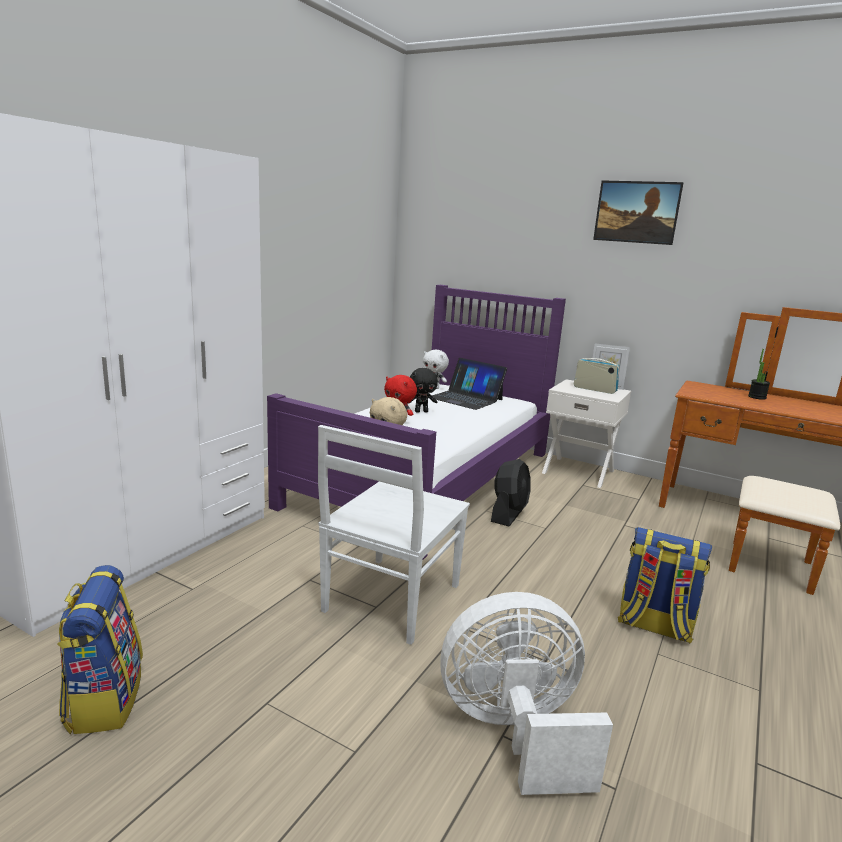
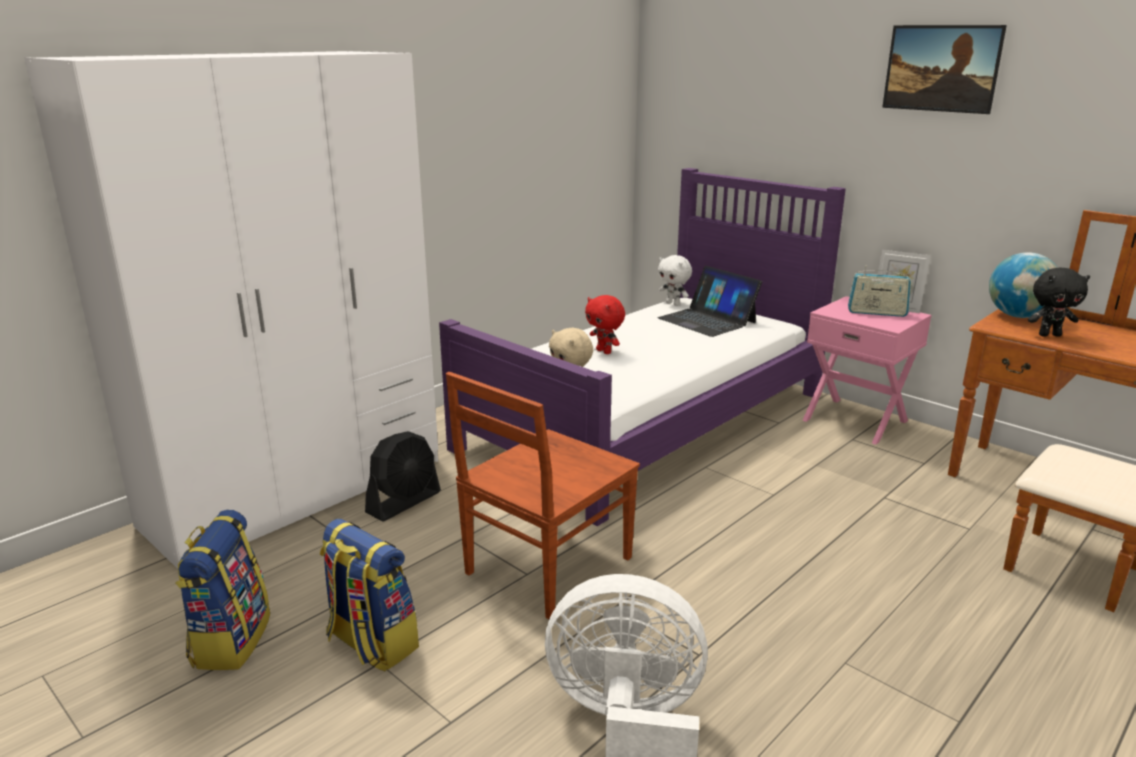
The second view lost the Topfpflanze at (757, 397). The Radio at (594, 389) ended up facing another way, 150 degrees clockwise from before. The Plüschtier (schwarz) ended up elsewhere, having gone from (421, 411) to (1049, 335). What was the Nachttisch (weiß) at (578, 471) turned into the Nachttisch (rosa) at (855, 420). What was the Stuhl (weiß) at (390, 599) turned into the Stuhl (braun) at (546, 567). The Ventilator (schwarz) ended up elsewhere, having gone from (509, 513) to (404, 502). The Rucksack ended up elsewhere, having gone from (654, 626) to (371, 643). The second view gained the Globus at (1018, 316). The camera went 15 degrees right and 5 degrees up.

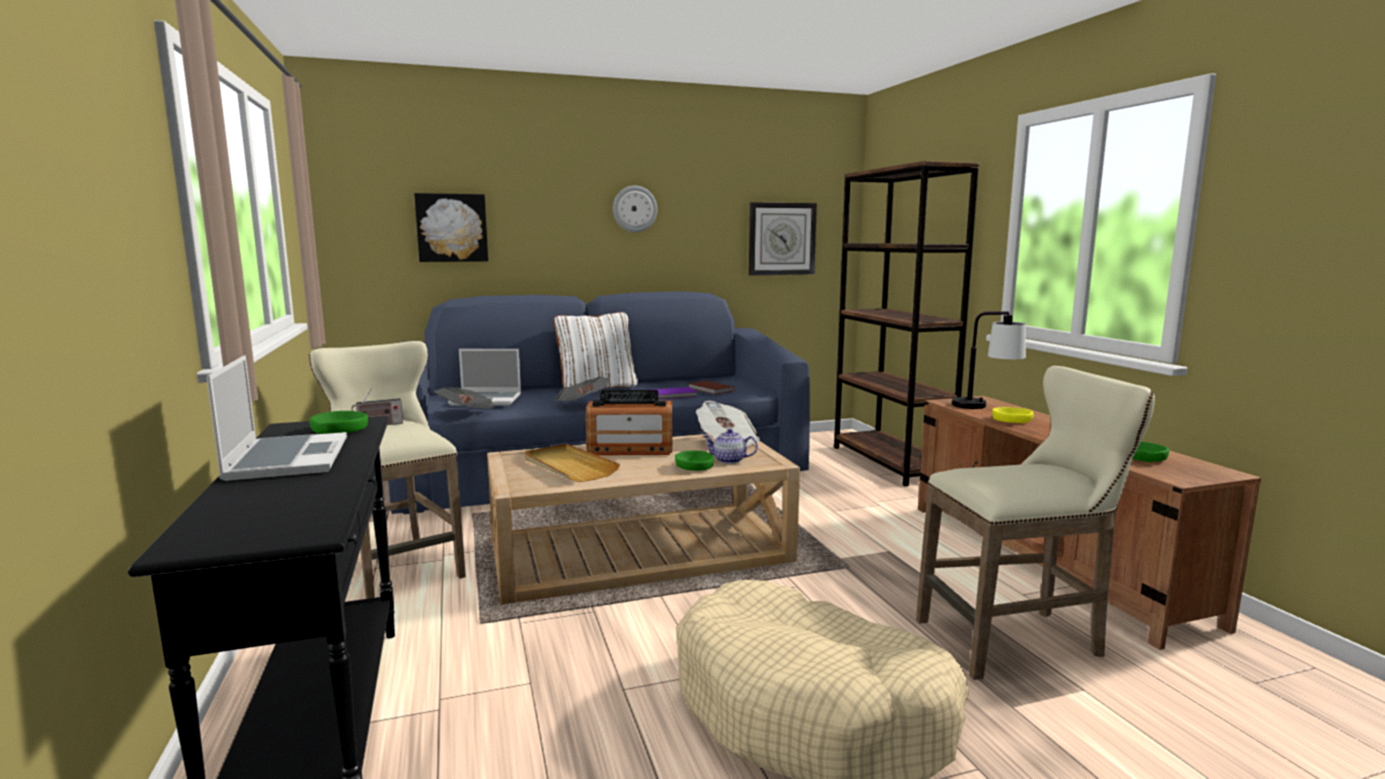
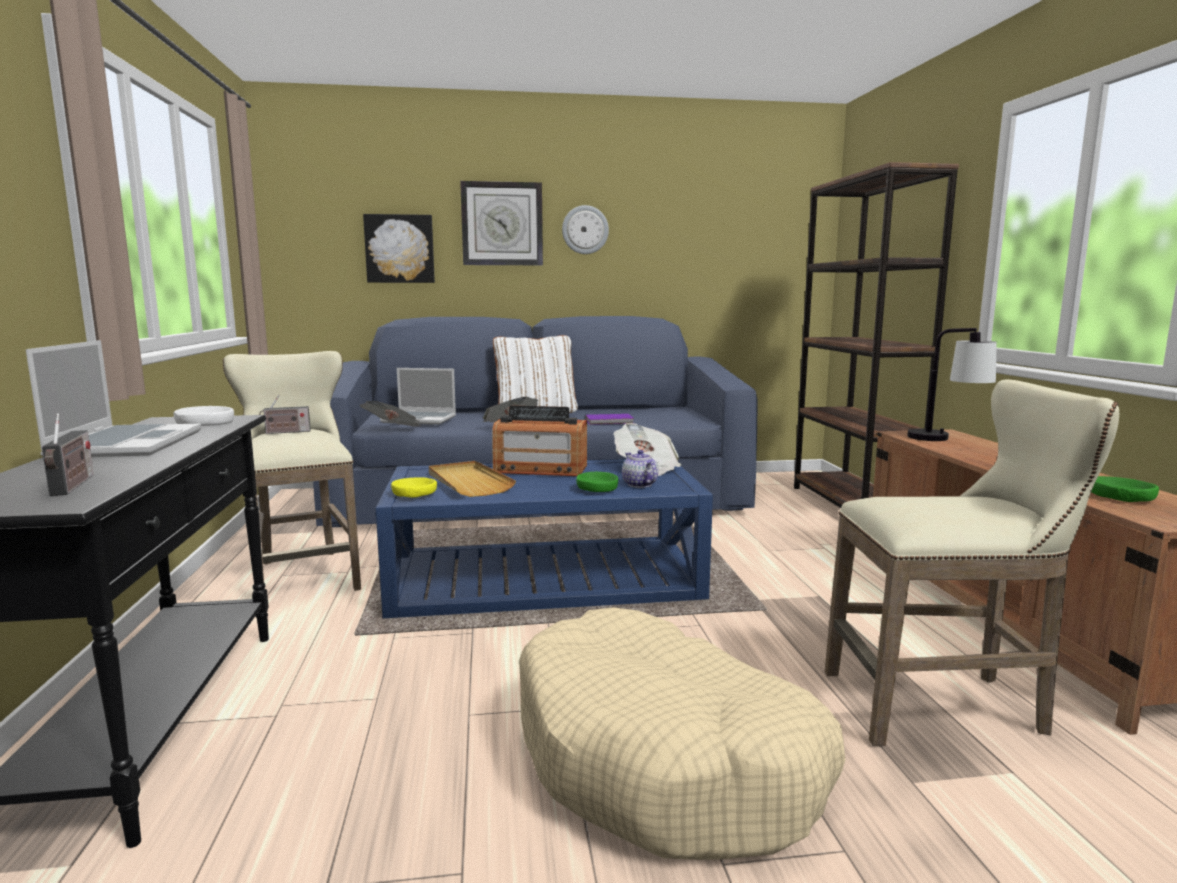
The Wanduhr ended up elsewhere, having gone from (781, 239) to (502, 224). The second view lost the Buch (braun) at (710, 389). The Schüssel (gelb) ended up elsewhere, having gone from (1011, 420) to (414, 493). What was the Schüssel (grün) at (340, 430) turned into the Schüssel (weiß) at (205, 424). The Teekanne at (730, 460) ended up facing another way, 45 degrees clockwise from before. What was the Couchtisch (beige) at (639, 551) turned into the Couchtisch (blau) at (544, 577). The second view gained the Radio at (73, 486). The camera went 10 degrees right and 0 degrees up.

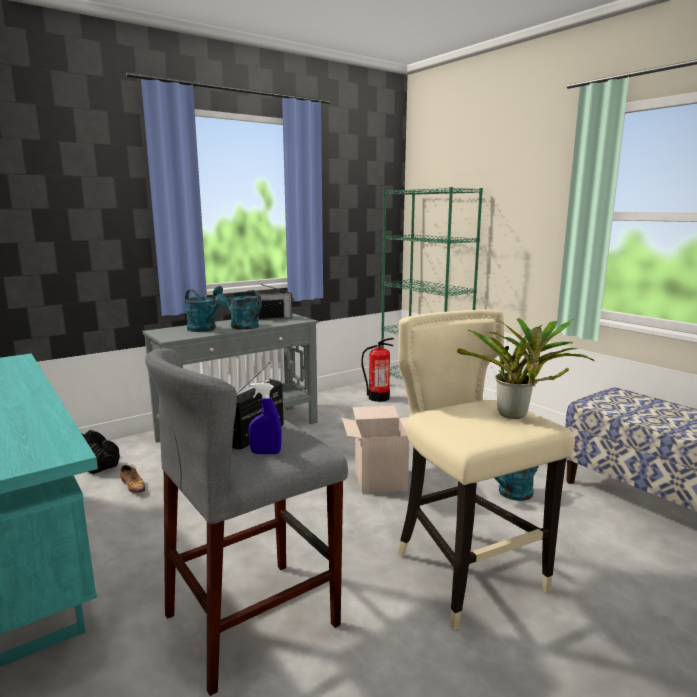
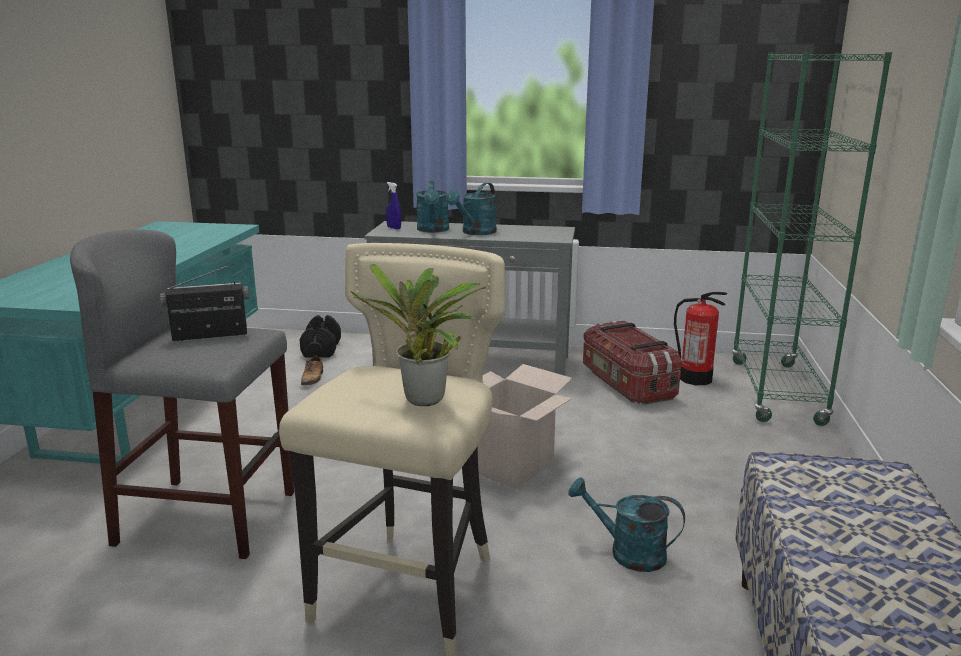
The second view lost the Radio at (274, 318). The Gießkanne (türkis) at (240, 325) ended up facing another way, 135 degrees counterclockwise from before. The Sprühflasche (blau) ended up elsewhere, having gone from (265, 453) to (394, 228). The second view gained the Aufbewahrungsbox at (626, 384). The camera went 45 degrees right and 5 degrees up.

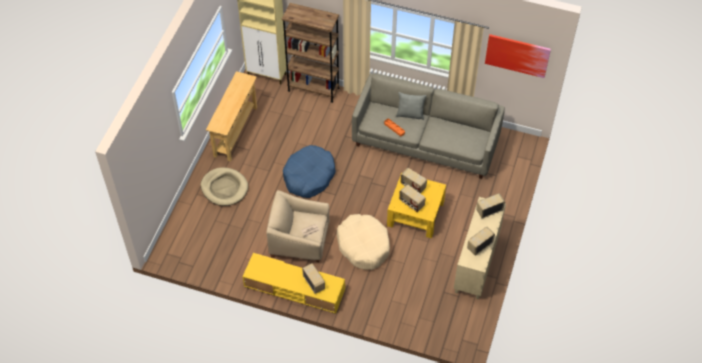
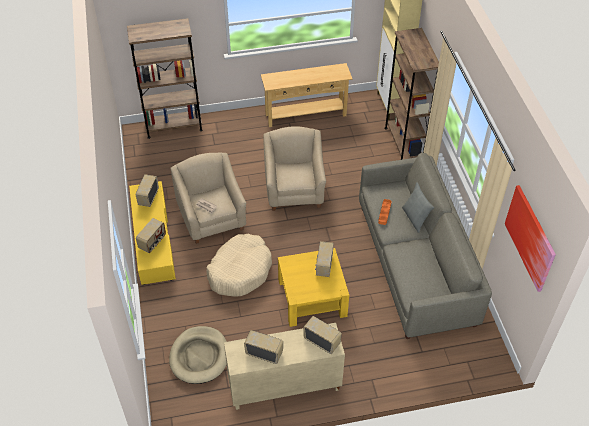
Where the Hundebett (blau) stood at (309, 176), the Sessel (beige) came to stand at (294, 189). The Hundebett (beige) ended up elsewhere, having gone from (224, 188) to (199, 356). The Radio ended up elsewhere, having gone from (411, 203) to (148, 197). The second view gained the Bücherregal (braun) at (174, 126). The camera went 60 degrees right and 5 degrees down.

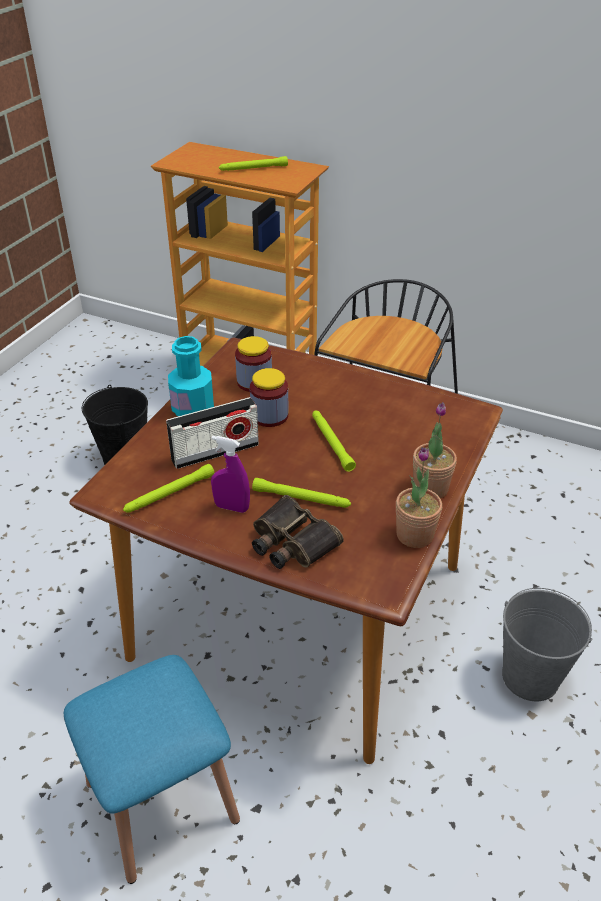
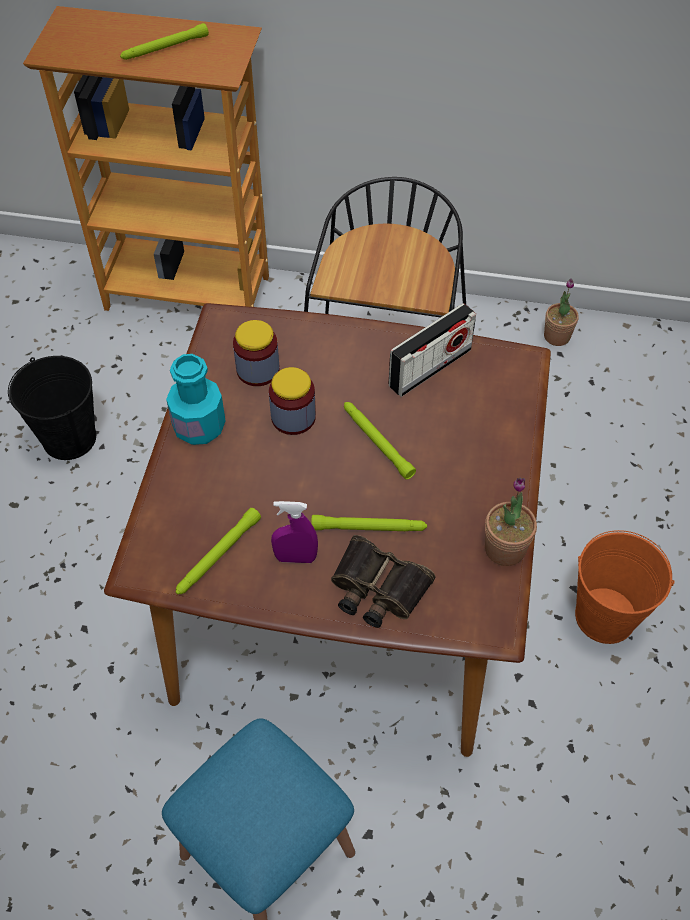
The Radio ended up elsewhere, having gone from (215, 452) to (430, 368). The Topfpflanze ended up elsewhere, having gone from (430, 488) to (557, 336). What was the Eimer (grau) at (530, 677) turned into the Eimer (orange) at (605, 617). The camera went 15 degrees left and 15 degrees up.

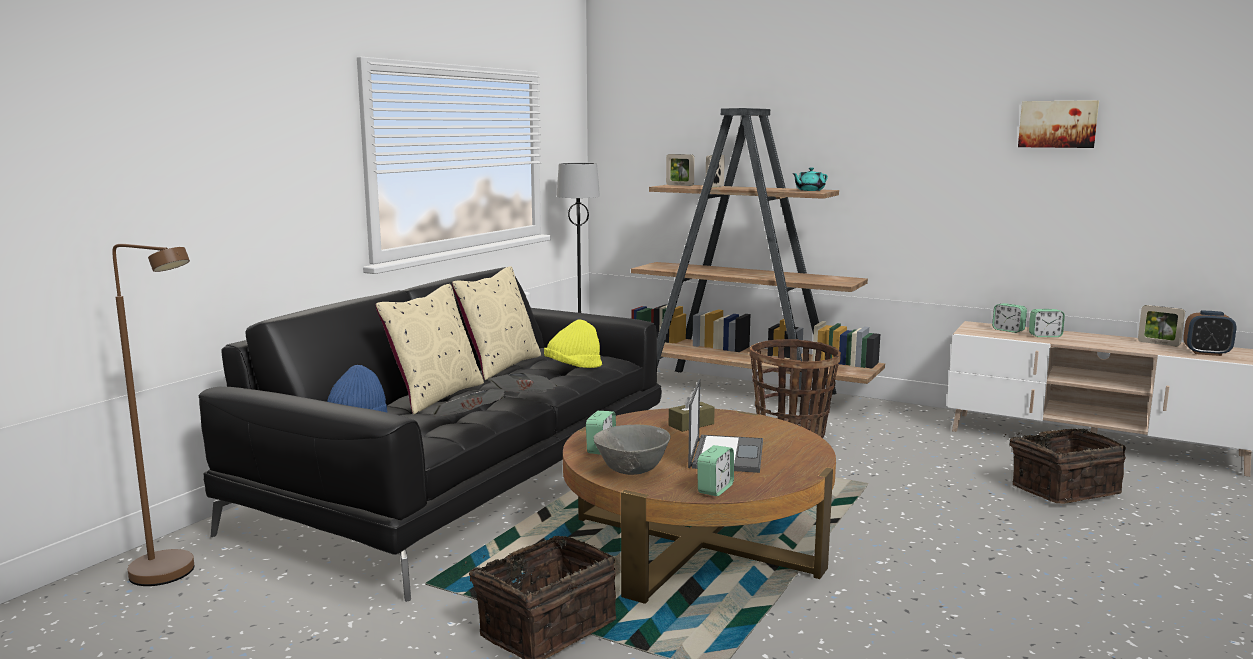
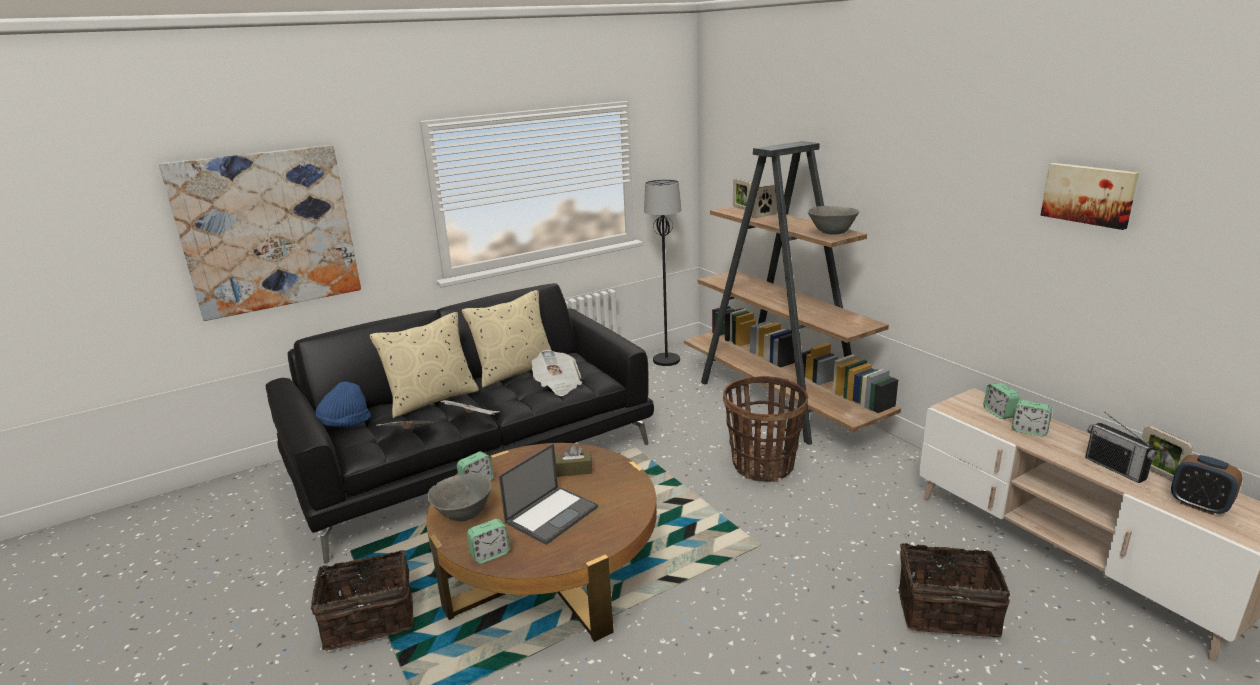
Where the Teekanne (türkis) stood at (809, 190), the Schüssel (grau) came to stand at (831, 233). The second view lost the Stehlampe (braun) at (173, 576). Where the Hut (gelb) stood at (573, 368), the Zeitung came to stand at (557, 385). The second view gained the Bild at (268, 231). The second view gained the Radio at (1115, 468). The camera went 30 degrees right and 10 degrees up.

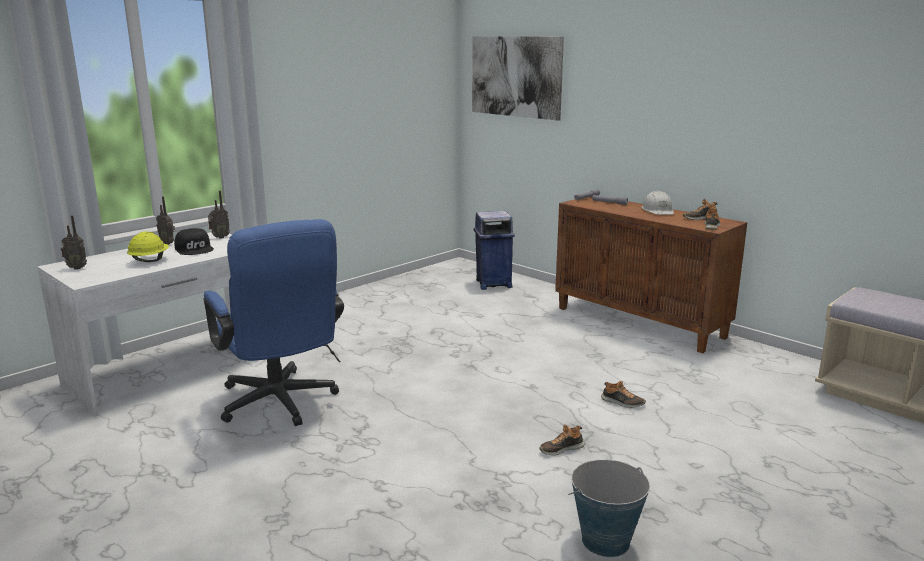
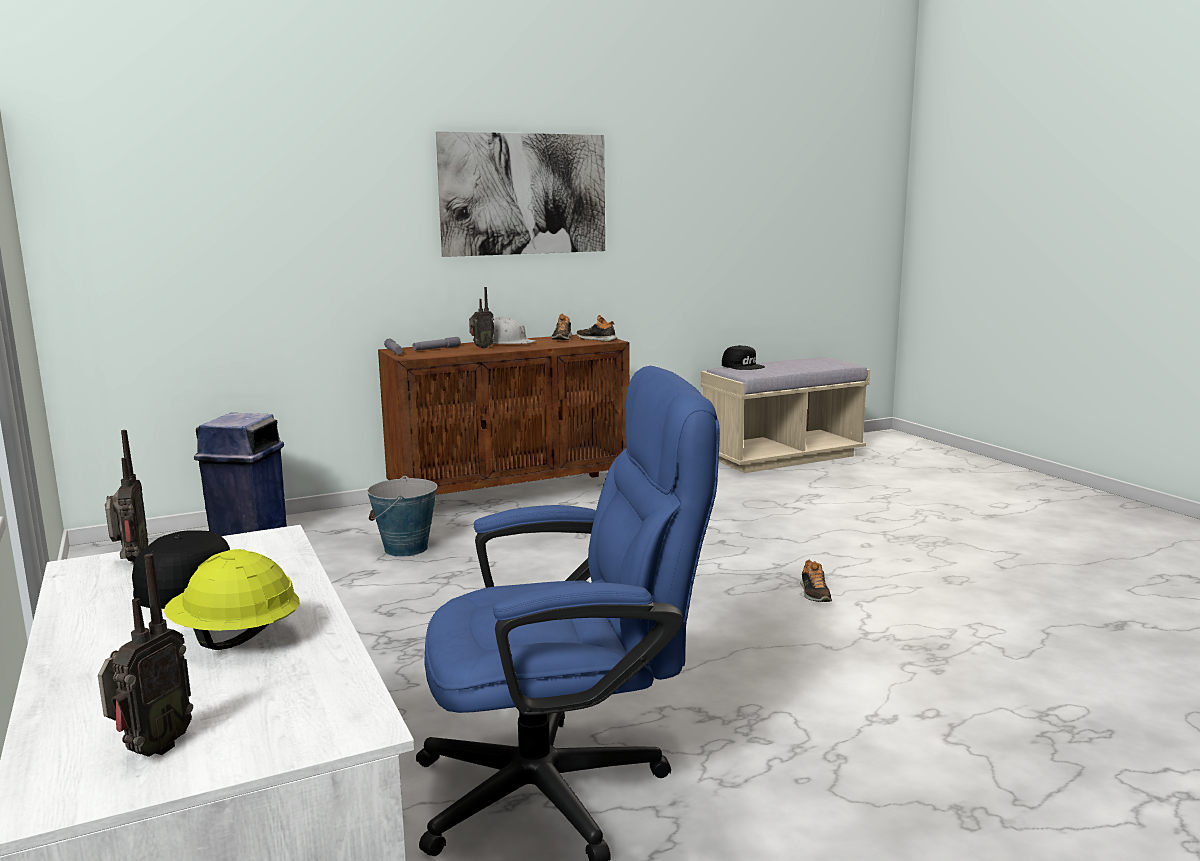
The Bild ended up elsewhere, having gone from (515, 76) to (524, 194). The Radio ended up elsewhere, having gone from (168, 243) to (481, 347). The second view lost the Schuh at (622, 402). The Eimer ended up elsewhere, having gone from (605, 541) to (406, 549). The second view gained the Kappe (schwarz) at (743, 366). The camera went 70 degrees left and 5 degrees down.

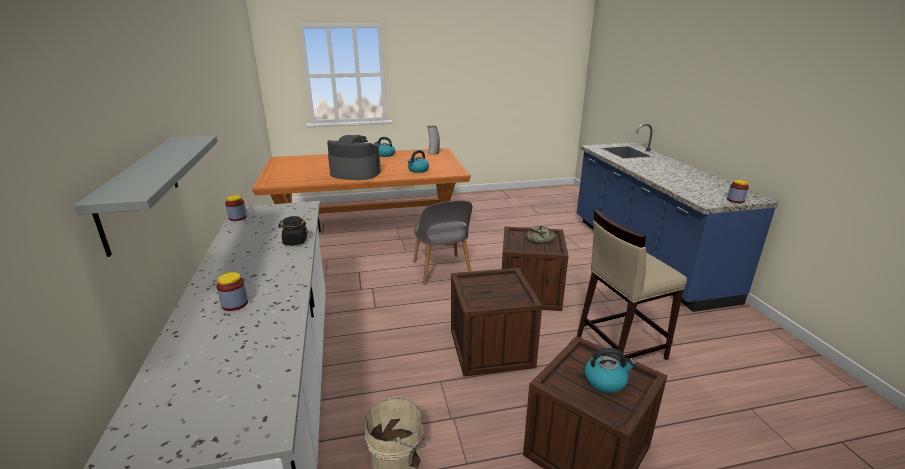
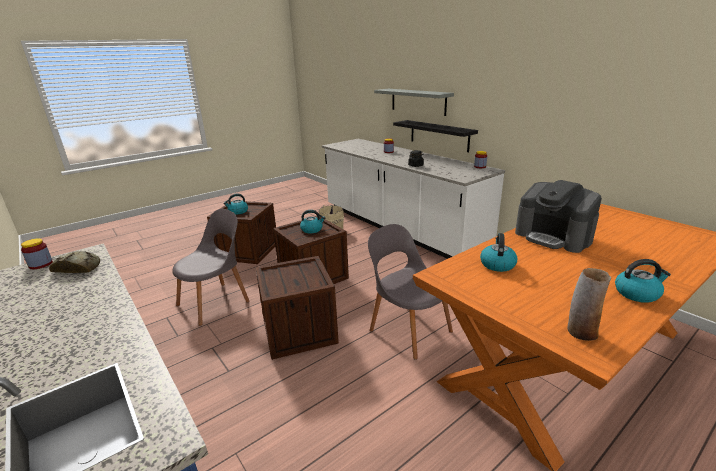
The Kaffeemaschine at (355, 173) ended up facing another way, 60 degrees clockwise from before. Where the Hocker (beige) stood at (619, 347), the Stuhl (grau) came to stand at (216, 302). The Brot ended up elsewhere, having gone from (539, 239) to (78, 267). The second view gained the Wandregal (schwarz) at (439, 135). The second view gained the Wasserkessel at (312, 229). The camera went 155 degrees right and 0 degrees up.

